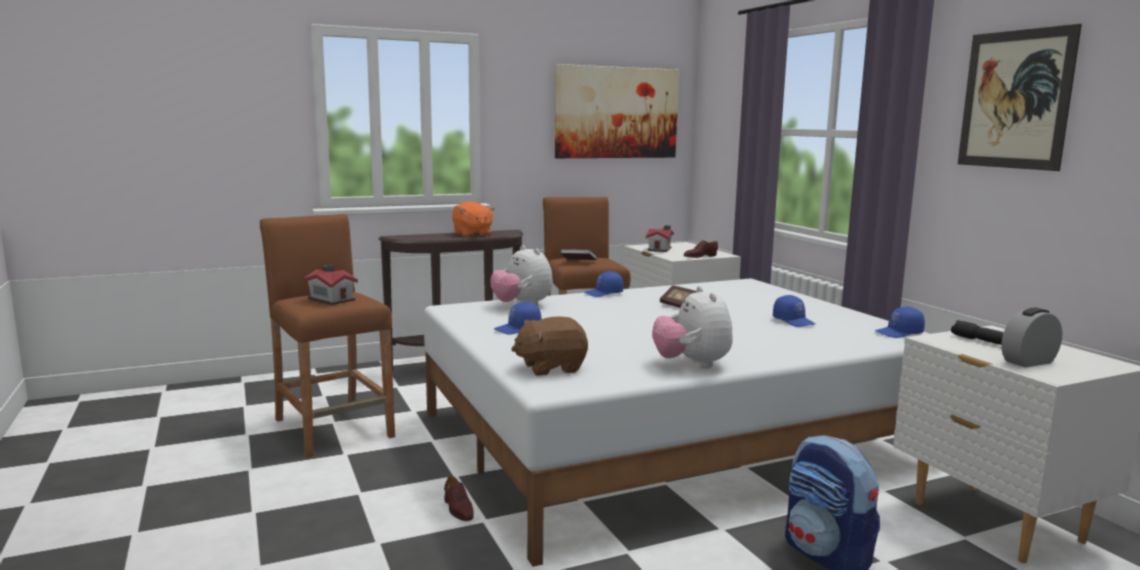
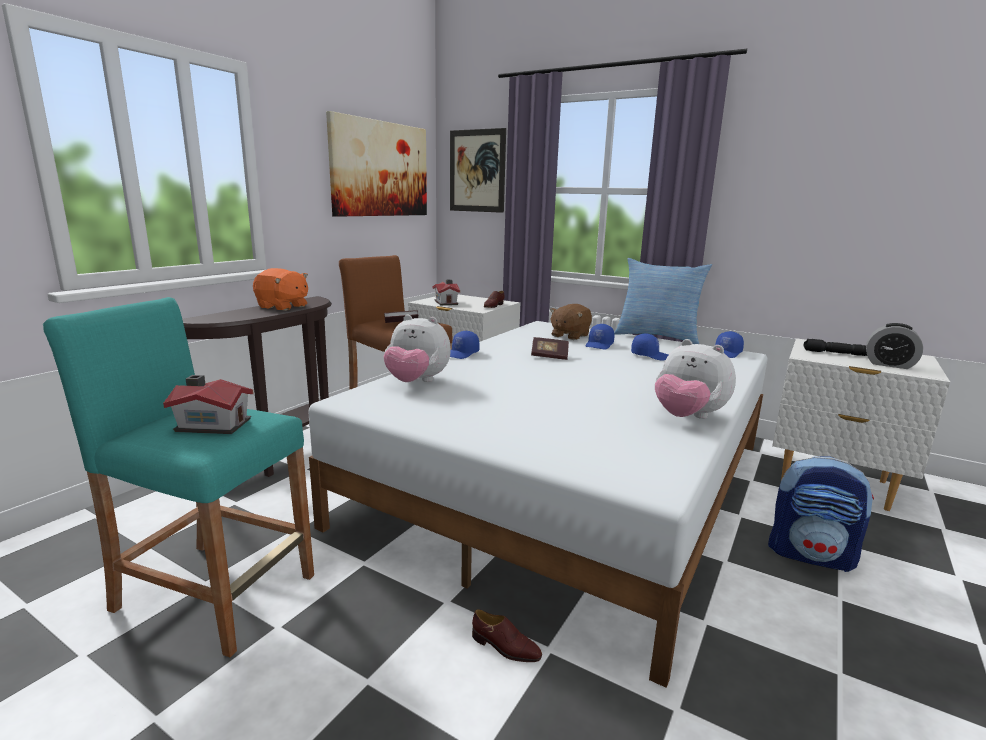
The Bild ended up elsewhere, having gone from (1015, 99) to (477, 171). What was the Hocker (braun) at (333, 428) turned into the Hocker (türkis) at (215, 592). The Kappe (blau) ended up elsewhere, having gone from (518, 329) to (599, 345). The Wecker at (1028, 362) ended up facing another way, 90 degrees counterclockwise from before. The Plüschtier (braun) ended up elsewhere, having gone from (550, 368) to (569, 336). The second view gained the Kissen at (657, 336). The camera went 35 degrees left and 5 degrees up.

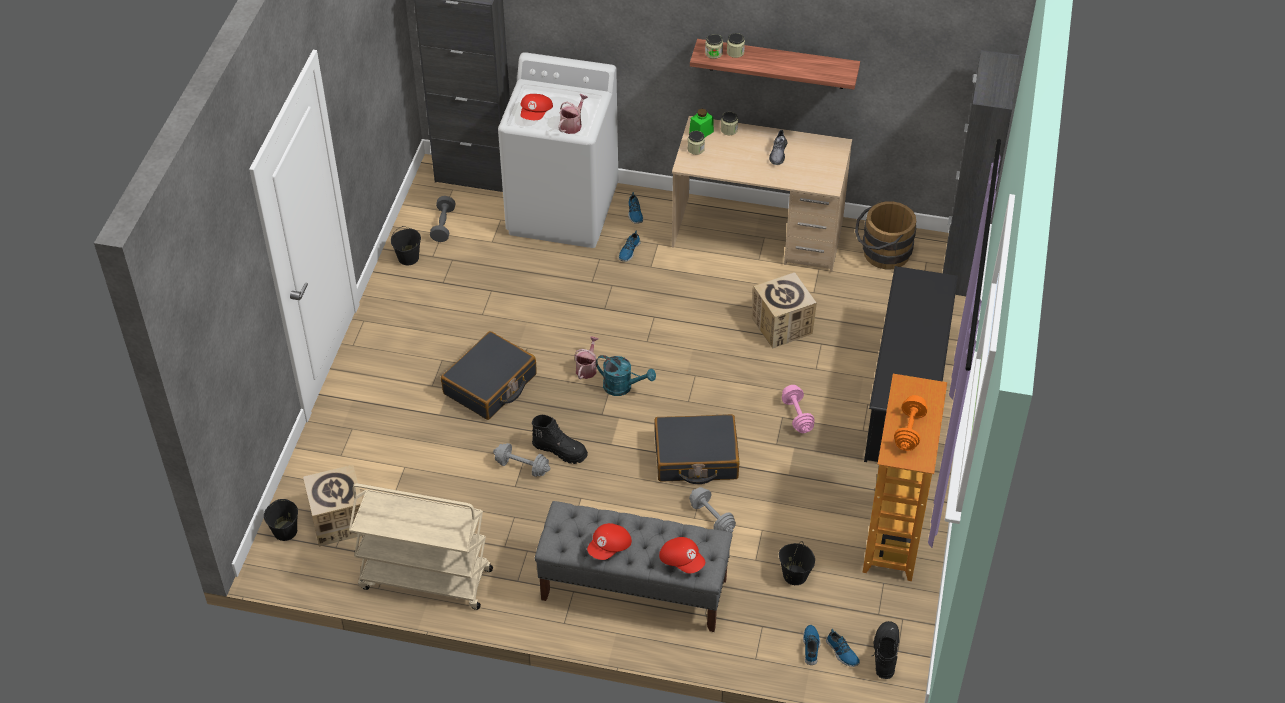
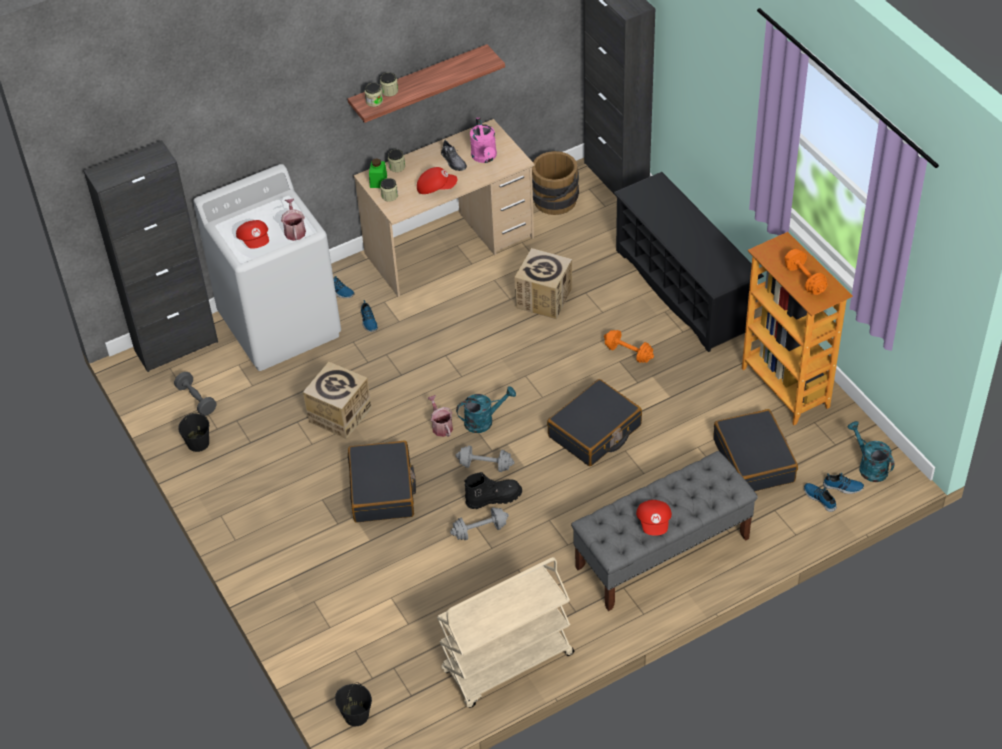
What was the Hantel (rosa) at (797, 416) turned into the Hantel (orange) at (628, 353). The Karton ended up elsewhere, having gone from (339, 520) to (340, 415). The Hantel (grau) ended up elsewhere, having gone from (712, 517) to (485, 465). The Kappe (rot) ended up elsewhere, having gone from (682, 560) to (436, 187). Where the Eimer (schwarz) stood at (794, 575), the Koffer (schwarz) came to stand at (754, 460). Where the Stiefel (schwarz) stood at (885, 653), the Gießkanne (türkis) came to stand at (869, 466). The second view gained the Gießkanne (rosa) at (485, 157). The camera went 40 degrees left and 0 degrees up.

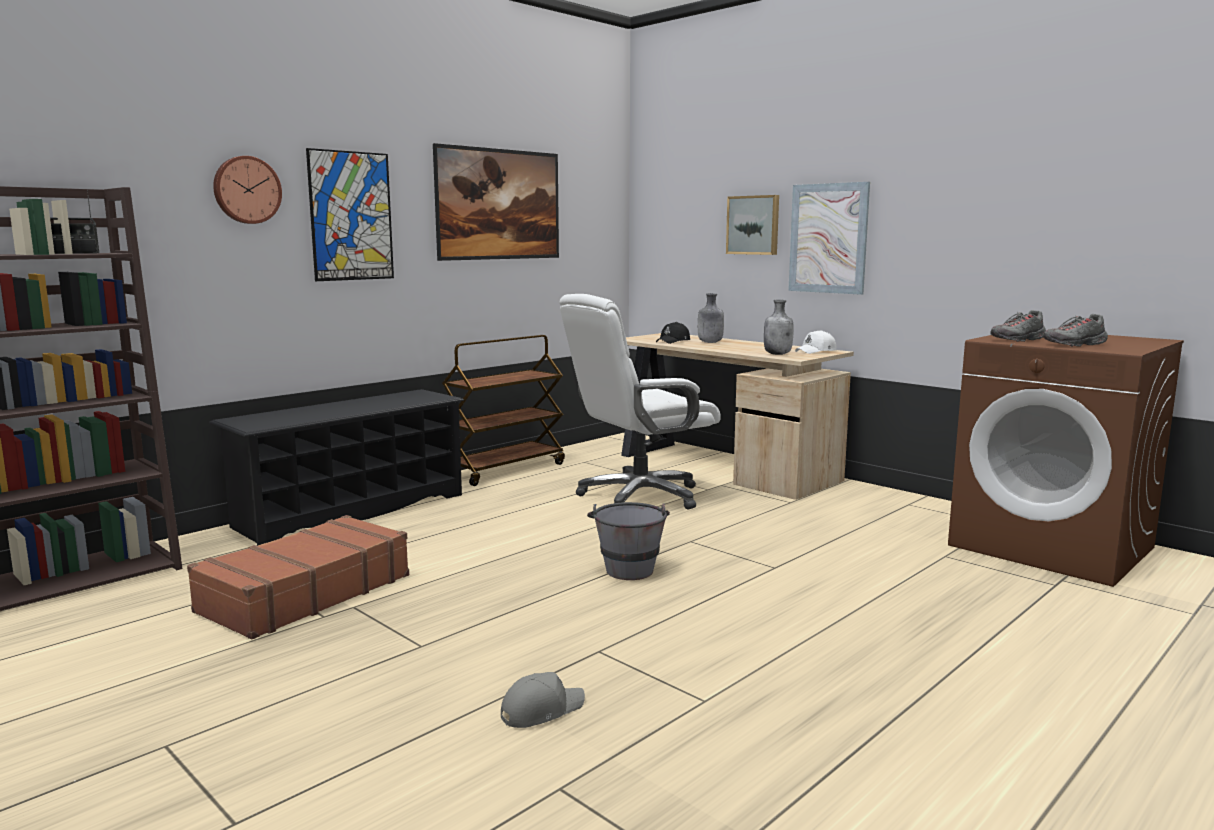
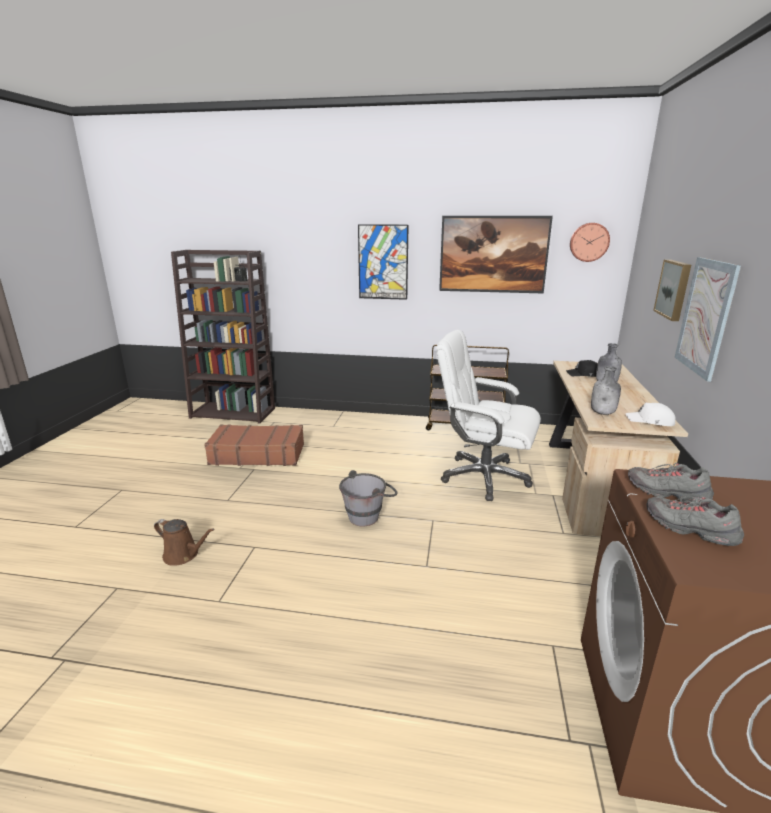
The Wanduhr ended up elsewhere, having gone from (246, 190) to (589, 242). The second view lost the Schuhregal (schwarz) at (351, 510). Where the Kappe (grau) stood at (541, 710), the Gießkanne (braun) came to stand at (183, 555). The camera went 55 degrees right and 10 degrees up.

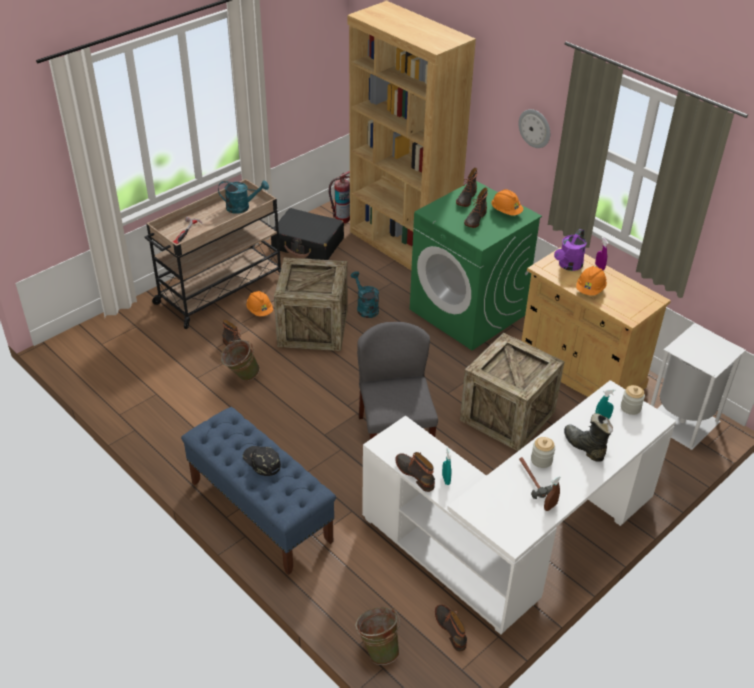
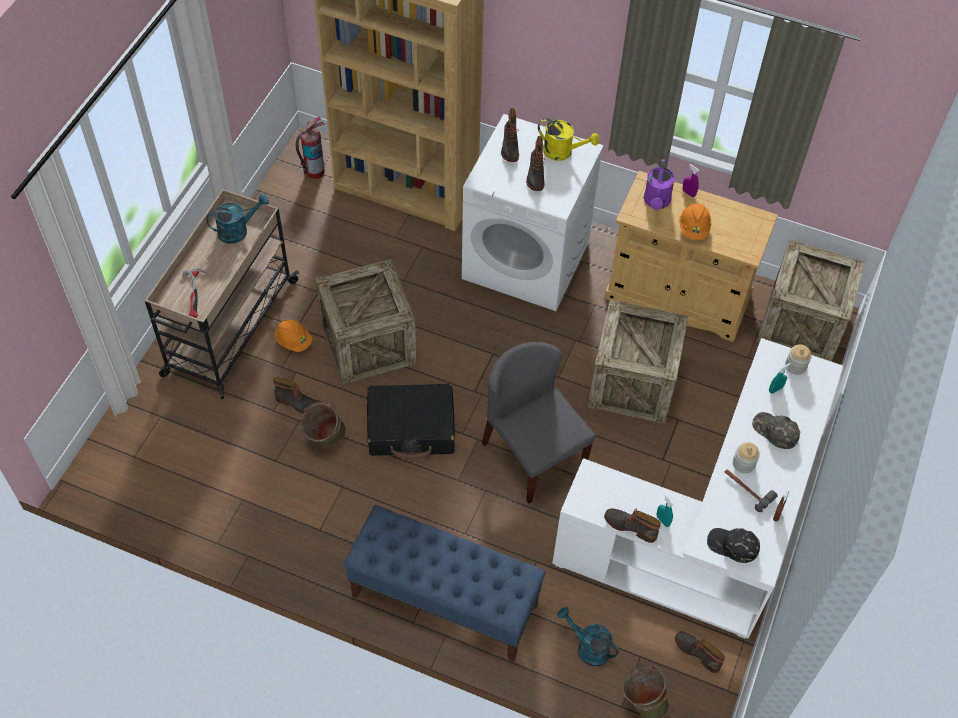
The second view lost the Wanduhr at (535, 128). What was the Waschmaschine (grün) at (468, 312) turned into the Waschmaschine (weiß) at (527, 260). Where the Schutzhelm (orange) stood at (506, 212), the Gießkanne (gelb) came to stand at (563, 152). The Koffer (schwarz) ended up elsewhere, having gone from (308, 244) to (411, 428). The Gießkanne (türkis) ended up elsewhere, having gone from (365, 308) to (587, 647). Where the Mülleimer (weiß) stood at (681, 420), the Kiste came to stand at (801, 324). Where the Stiefel (schwarz) stood at (584, 447), the Kappe (grün) came to stand at (775, 431). The Kappe (schwarz) ended up elsewhere, having gone from (261, 462) to (732, 546). The camera went 25 degrees left and 15 degrees up.

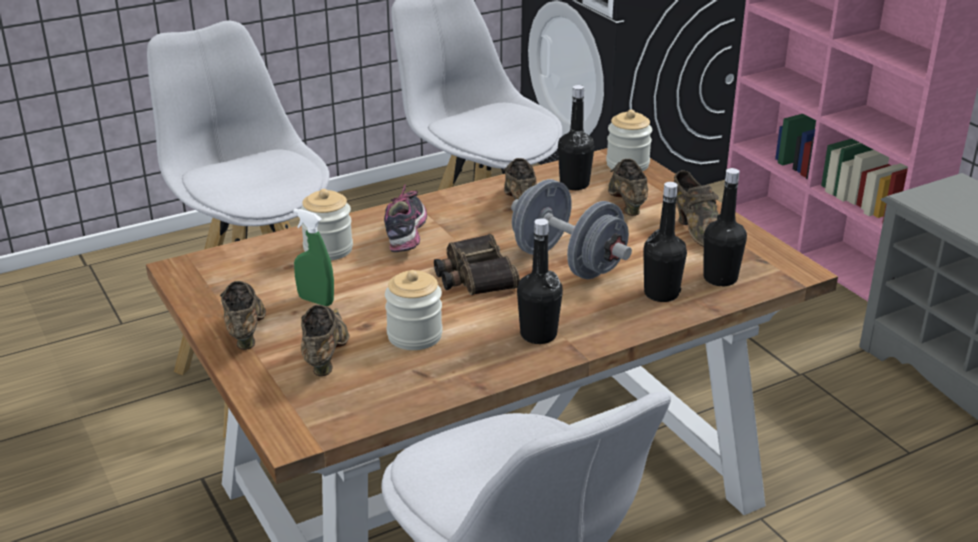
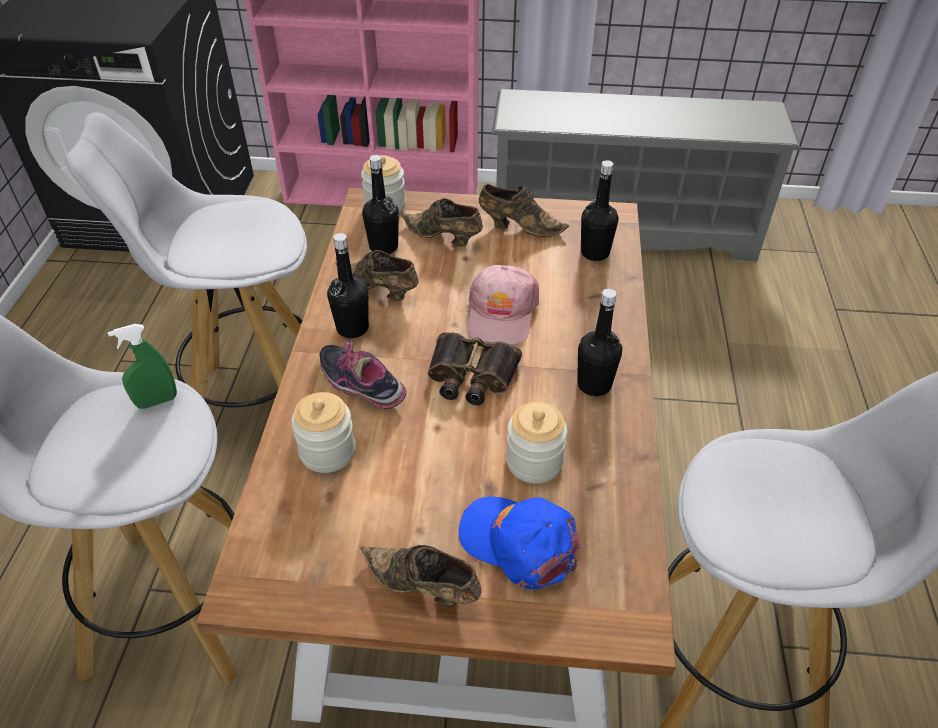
Where the Hantel (grau) stood at (568, 262), the Kappe (rosa) came to stand at (501, 313). The Flasche (schwarz) ended up elsewhere, having gone from (661, 294) to (352, 328). The Sprühflasche (grün) ended up elsewhere, having gone from (316, 301) to (157, 401). Where the Schuh (braun) stood at (325, 357), the Kappe (blau) came to stand at (519, 542). The camera went 55 degrees left and 15 degrees up.

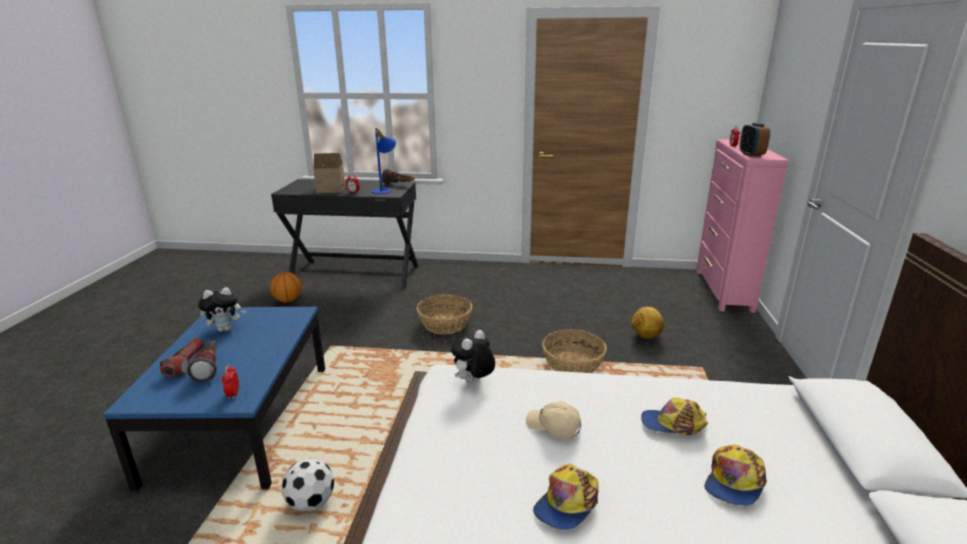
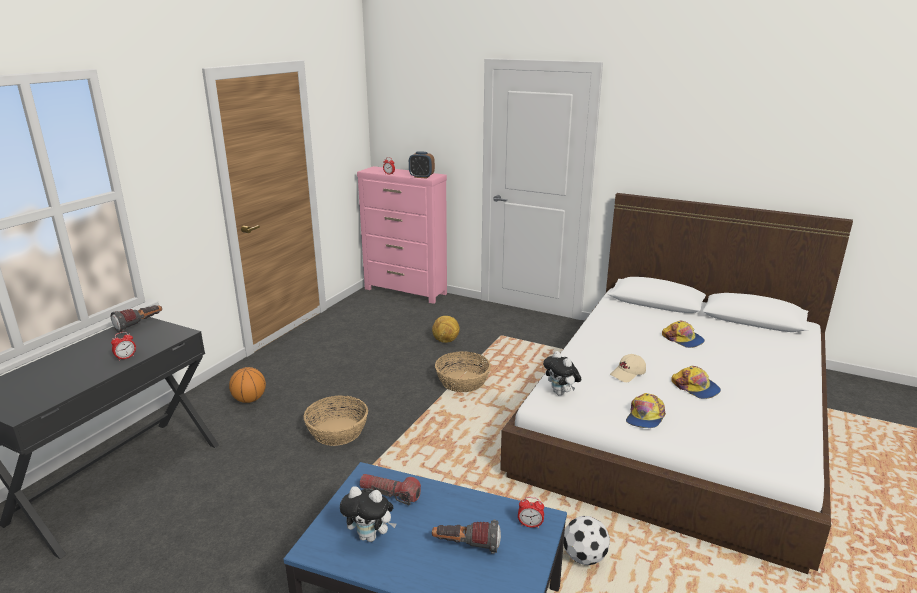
The second view lost the Tischlampe (blau) at (385, 190). The second view lost the Spielzeughaus at (331, 189). The Basketball ended up elsewhere, having gone from (288, 300) to (249, 399). The Plüschtier at (226, 329) ended up facing another way, 105 degrees clockwise from before. The Taschenlampe ended up elsewhere, having gone from (186, 363) to (390, 494). The Kappe ended up elsewhere, having gone from (673, 424) to (645, 417). The camera went 70 degrees left and 0 degrees up.

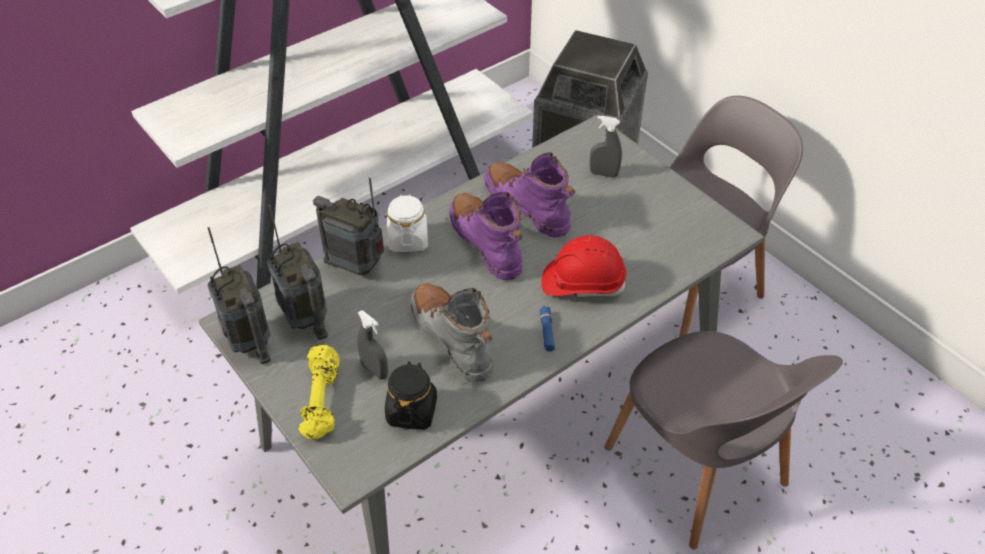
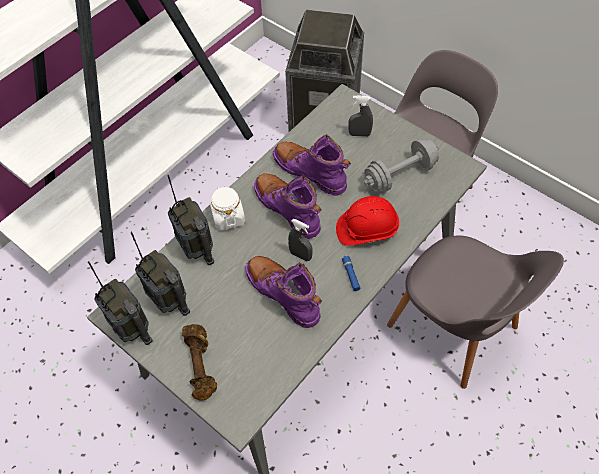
The Radio at (357, 267) ended up facing another way, 135 degrees counterclockwise from before. What was the Stiefel (grau) at (452, 338) turned into the Stiefel (lila) at (283, 294). The Sprühflasche (grau) ended up elsewhere, having gone from (375, 370) to (300, 255). What was the Hantel (gelb) at (323, 401) turned into the Hantel (braun) at (201, 366). The second view lost the Vorratsglas (schwarz) at (412, 411). The second view gained the Hantel (grau) at (400, 175). The camera went 10 degrees left and 10 degrees up.

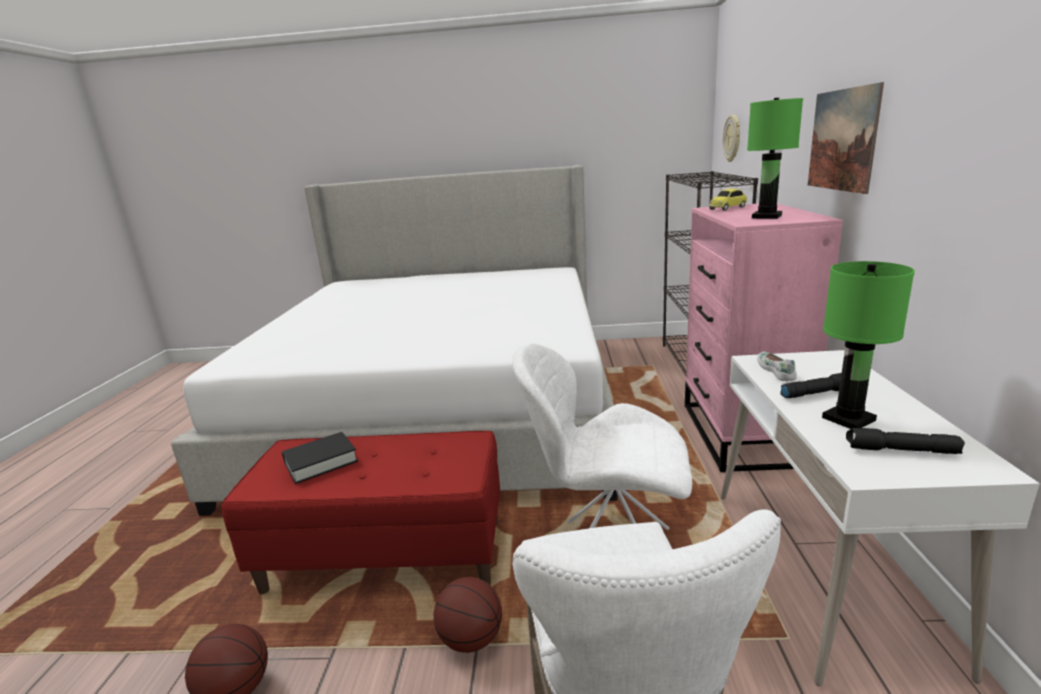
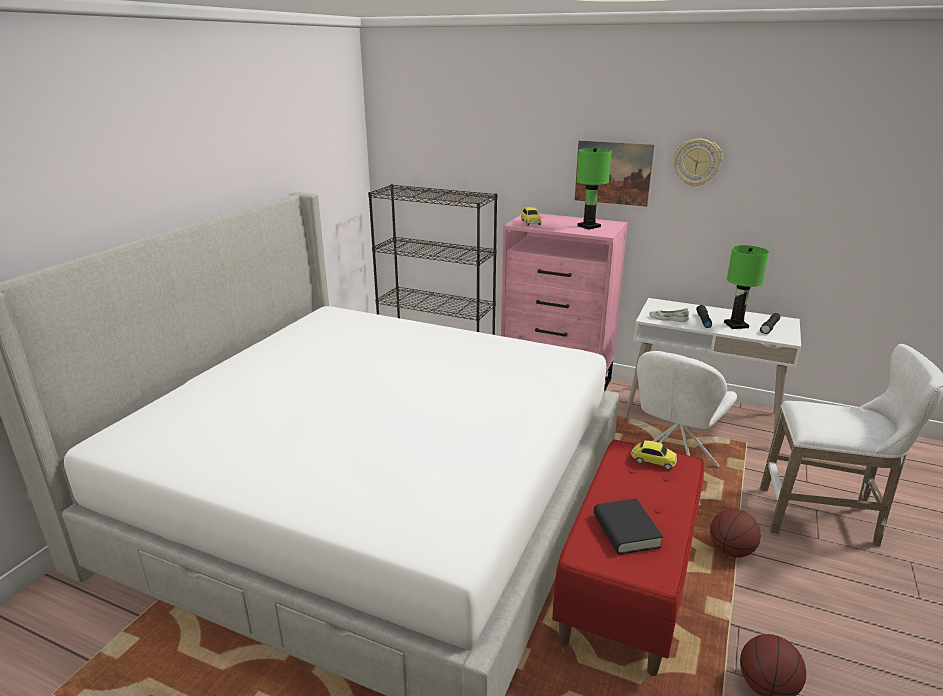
The Wanduhr ended up elsewhere, having gone from (733, 138) to (697, 162). The second view gained the Spielzeugauto at (653, 461). The camera went 70 degrees left and 5 degrees up.

